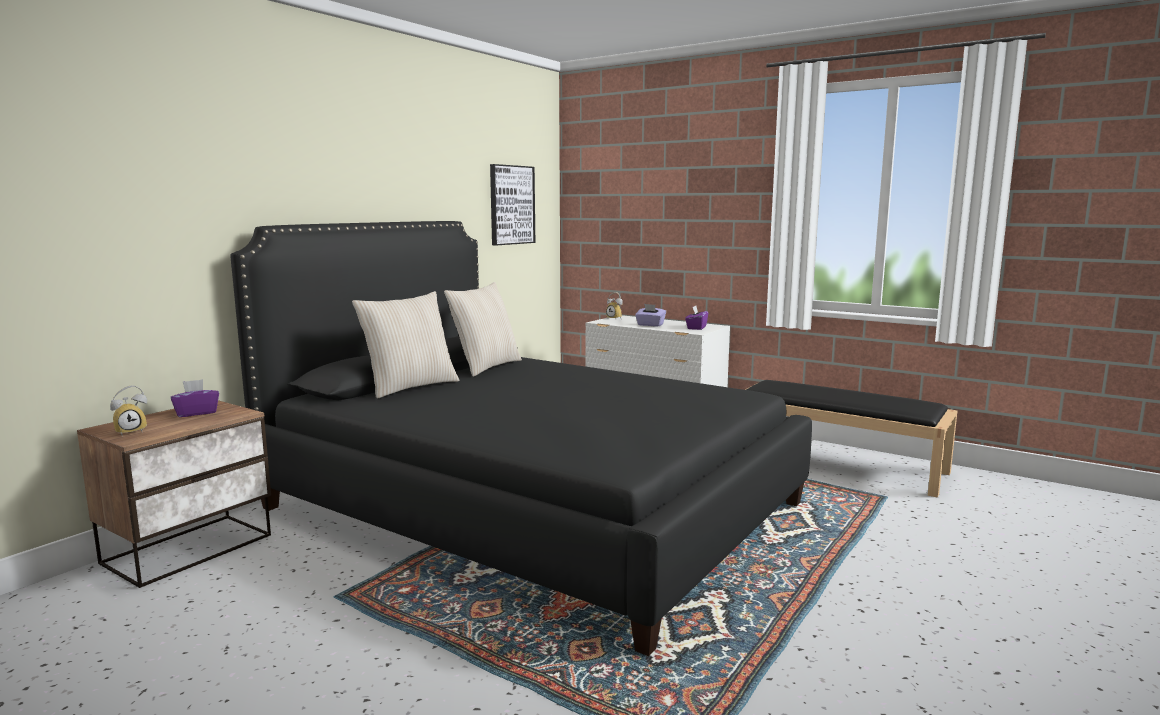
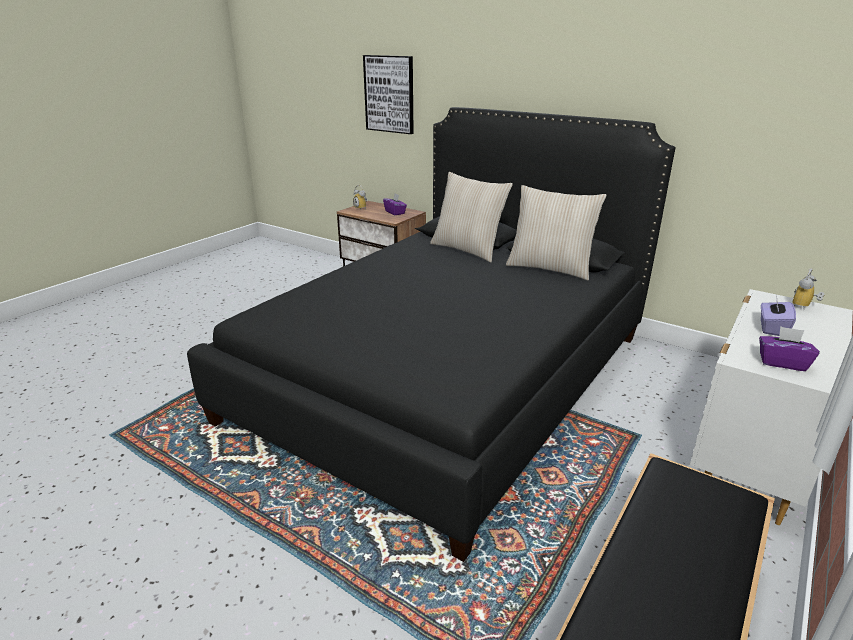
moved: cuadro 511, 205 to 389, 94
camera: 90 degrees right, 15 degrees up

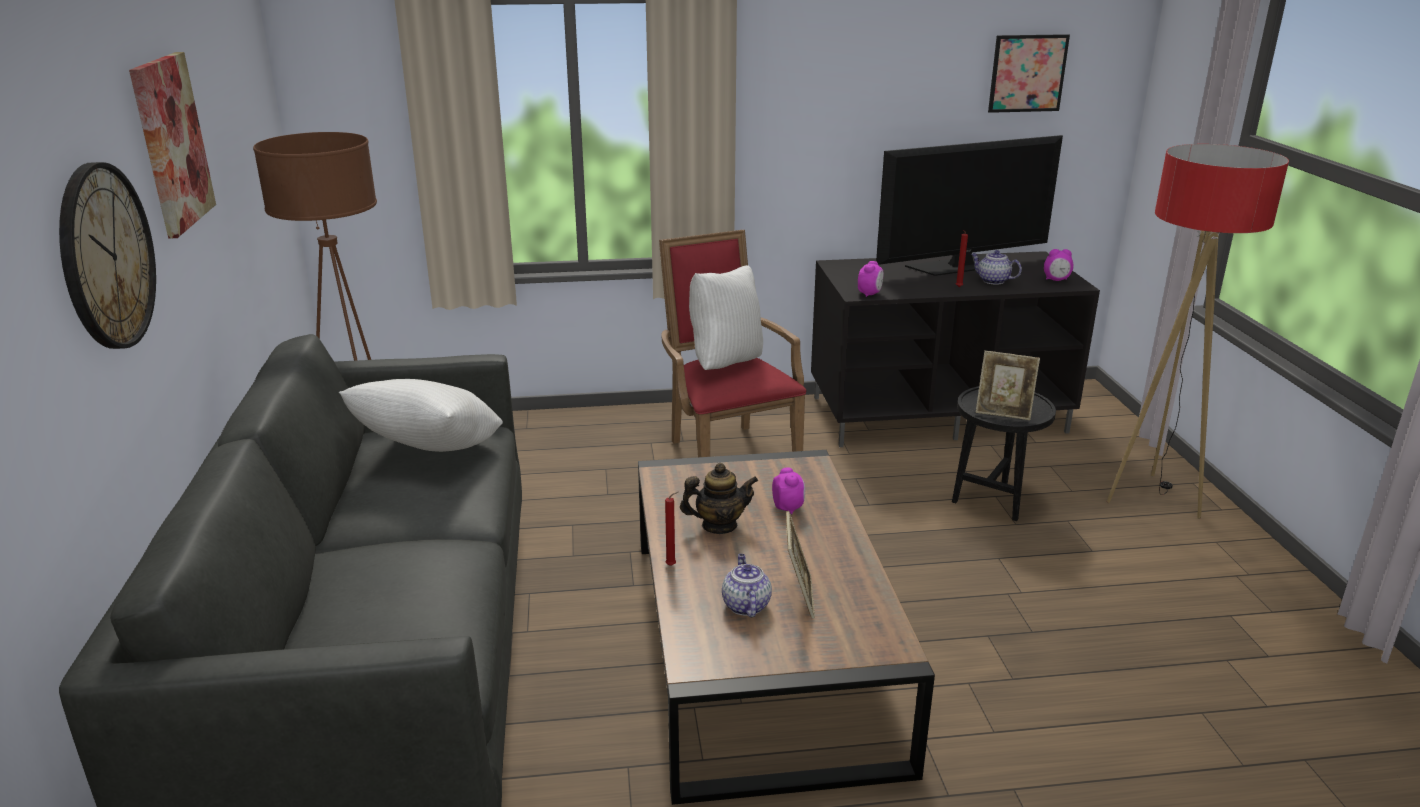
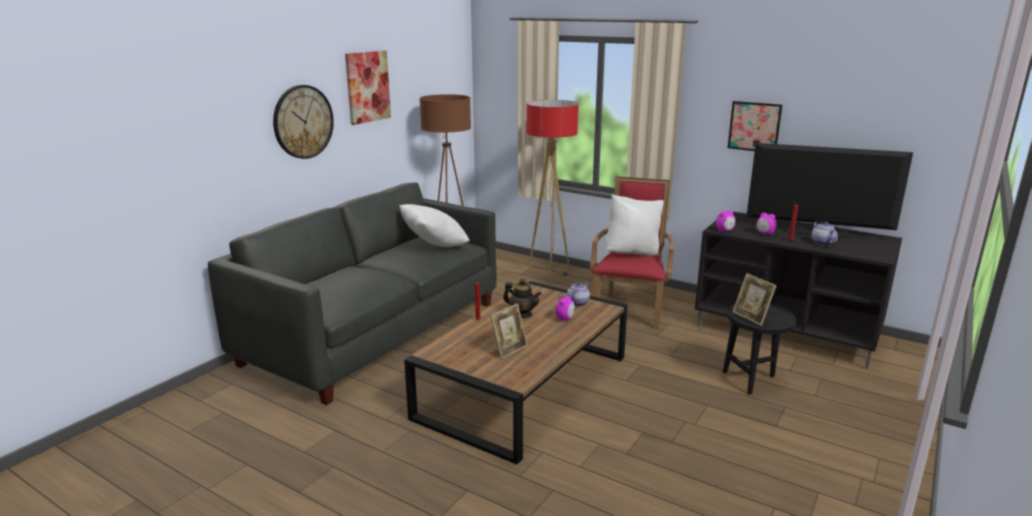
moved: tetera 745, 605 to 578, 303; cuadro 1027, 73 to 754, 126; despertador 1056, 280 to 765, 234; lámpara de pie 1153, 498 to 549, 275
camera: 40 degrees right, 5 degrees down

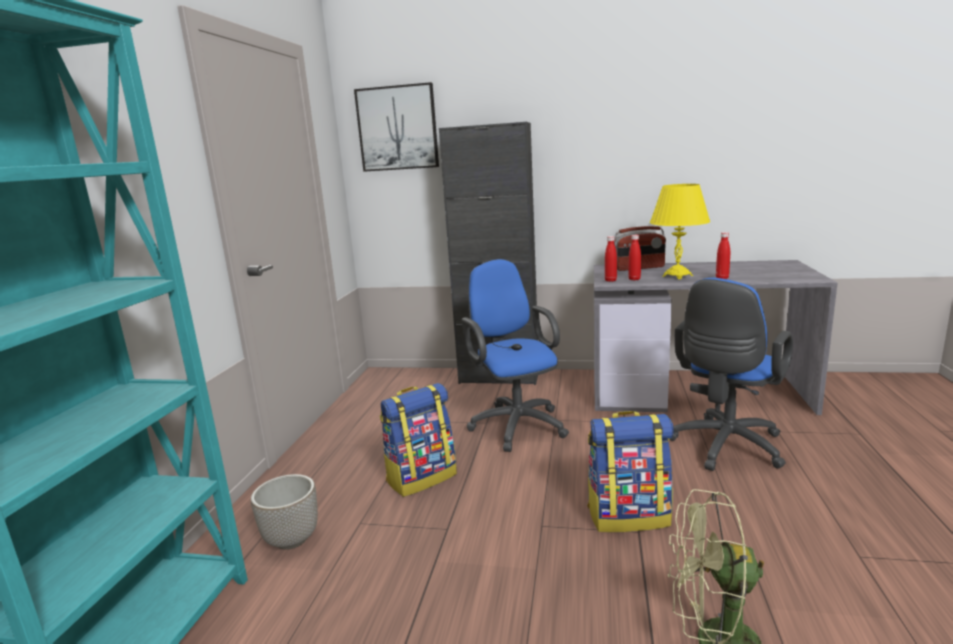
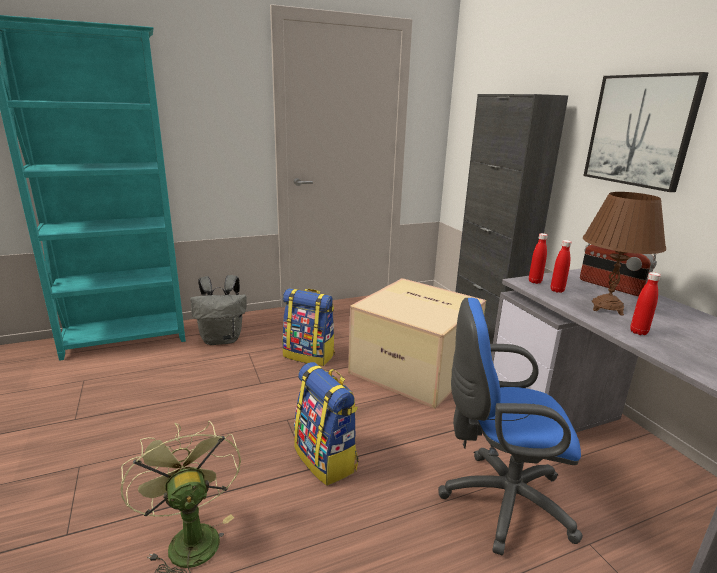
moved: cuadro 397, 128 to 640, 131
replaced: maceta 291, 539 to mochila (gris) 222, 339; silla de oficina (azul) 515, 424 to caja de cartón 416, 368
recoloured: lámpara de mesa (amarillo) 677, 276 to lámpara de mesa (marrón) 606, 308
camera: 55 degrees right, 5 degrees up

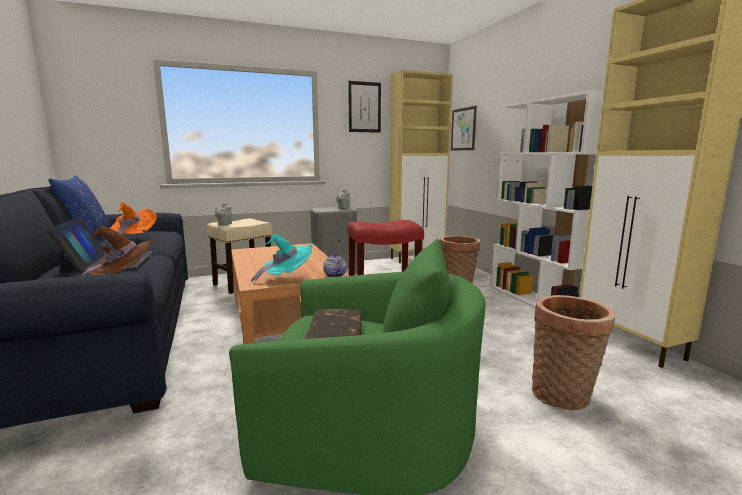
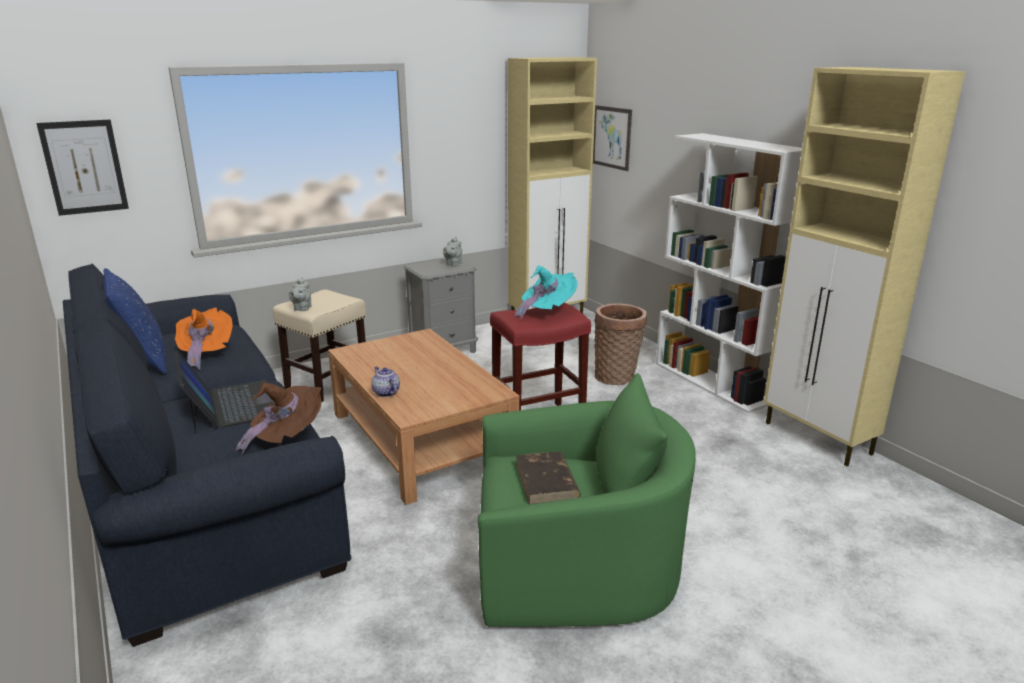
removed: cesta 563, 397
moved: sombrero (turquesa) 286, 278 to 546, 310; tetera 334, 275 to 385, 392; cuadro 364, 107 to 84, 167
camera: 10 degrees left, 10 degrees up

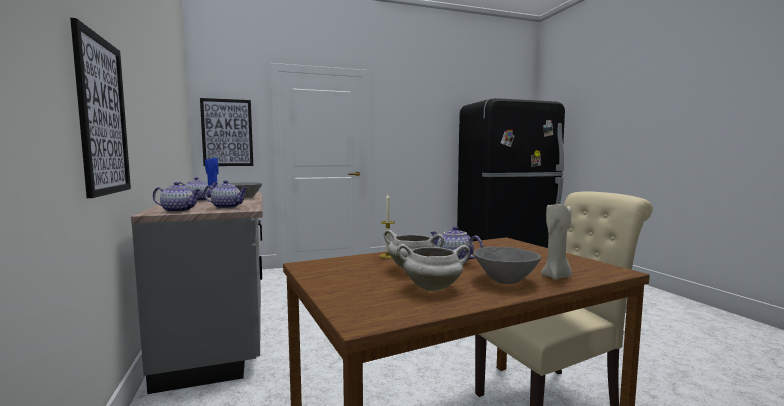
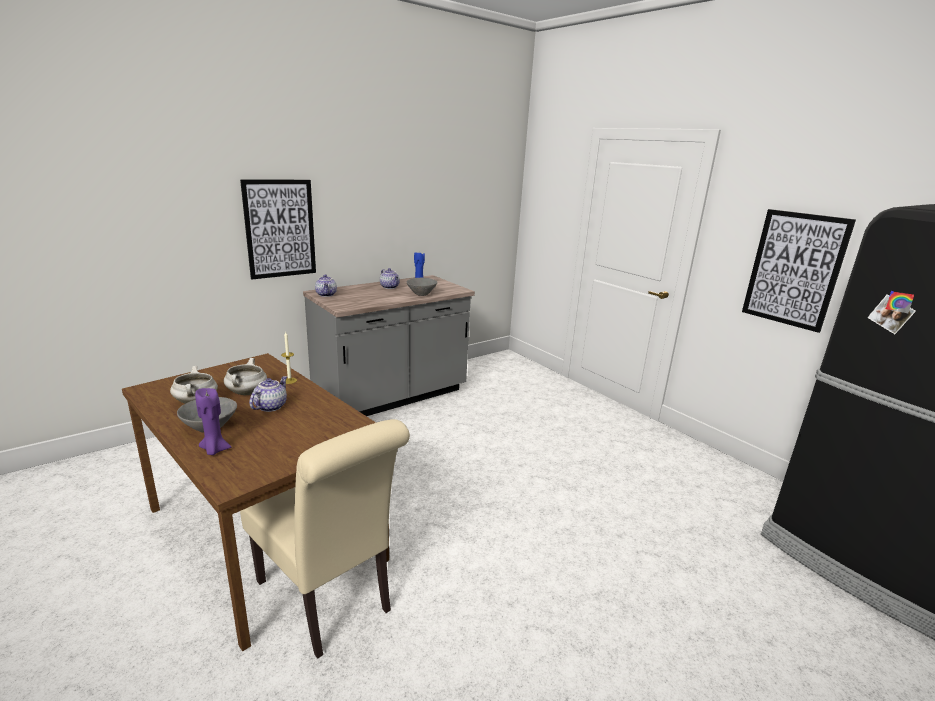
removed: tetera 227, 207
moved: cuadro 227, 133 to 794, 269
recoloured: vela (beis) 556, 277 to vela (morado) 214, 450
camera: 70 degrees right, 15 degrees up

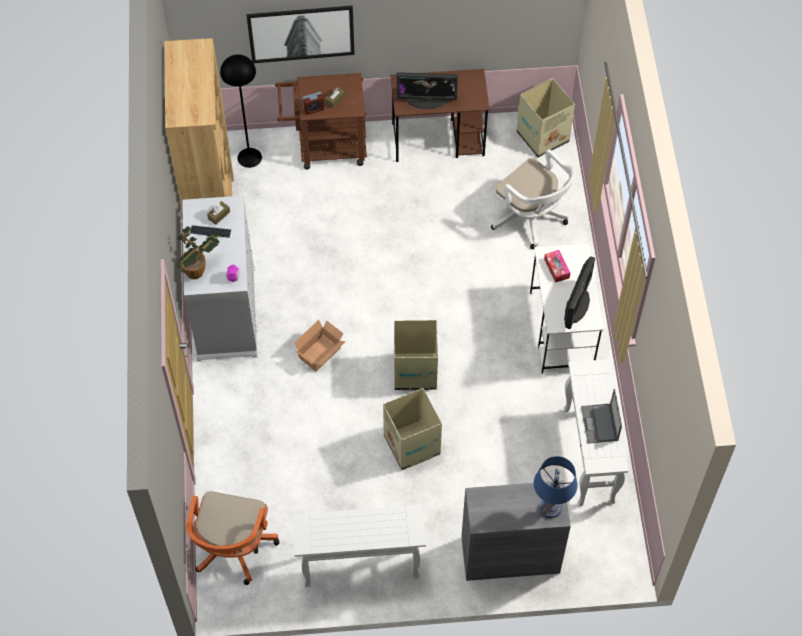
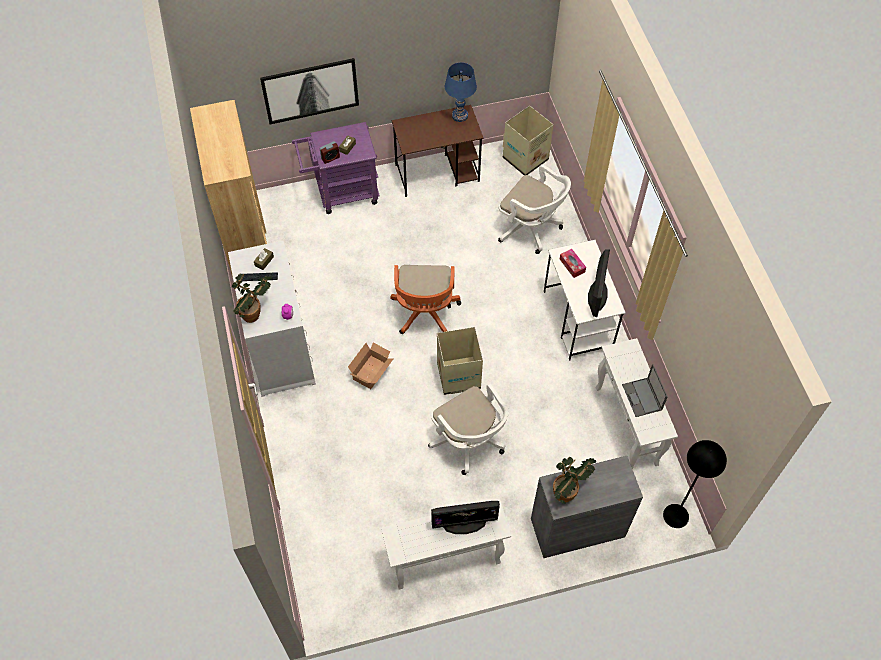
added: planta en maceta 568, 492
moved: silla de oficina (naranja) 232, 550 to 425, 314; lámpara de pie (negro) 249, 158 to 676, 516; monitor 426, 101 to 464, 523; lámpara de mesa (azul) 550, 508 to 459, 116
replaced: caja de cartón 412, 446 to silla de oficina (blanco) 469, 442
recoloured: carrito (marrón) 325, 148 to carrito (morado) 341, 193
camera: 10 degrees left, 0 degrees up

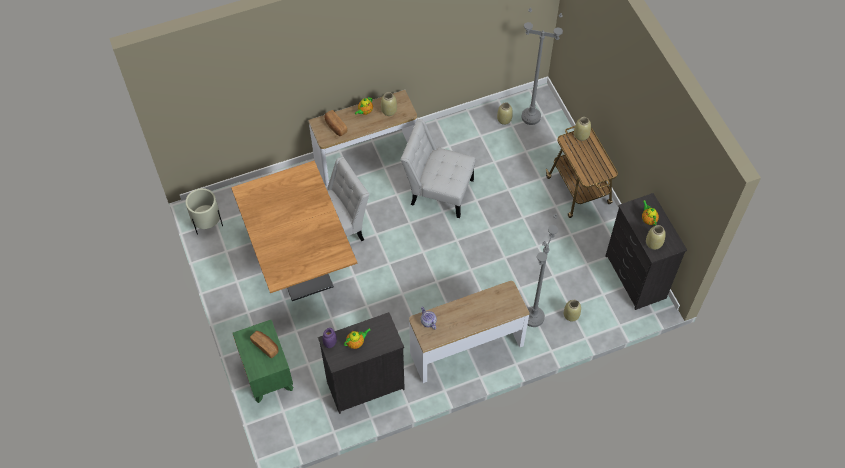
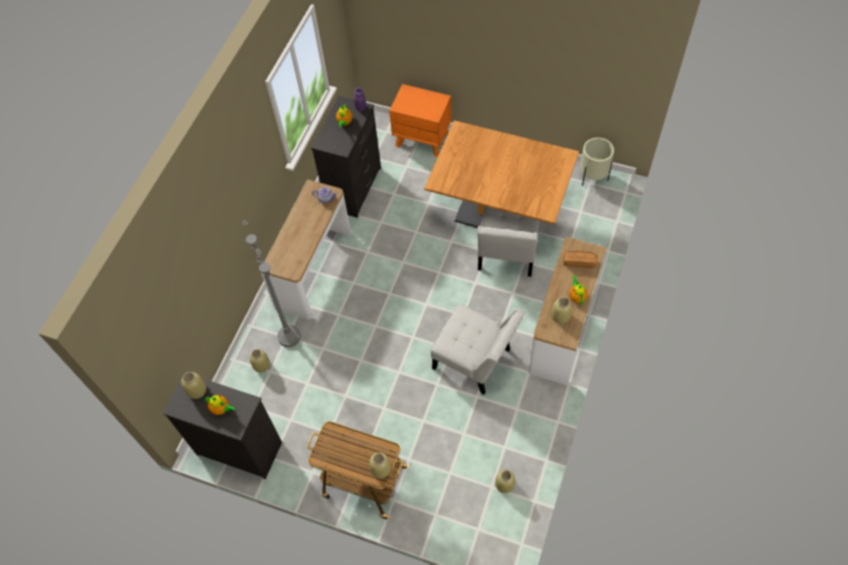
removed: pan 265, 346; lámpara de pie (gris) 531, 117
recoloured: mesita de noche (verde) 267, 374 to mesita de noche (naranja) 422, 139
turned: silla (blanco) 438, 190 = 475, 361 60 degrees clockwise
camera: 135 degrees right, 0 degrees up

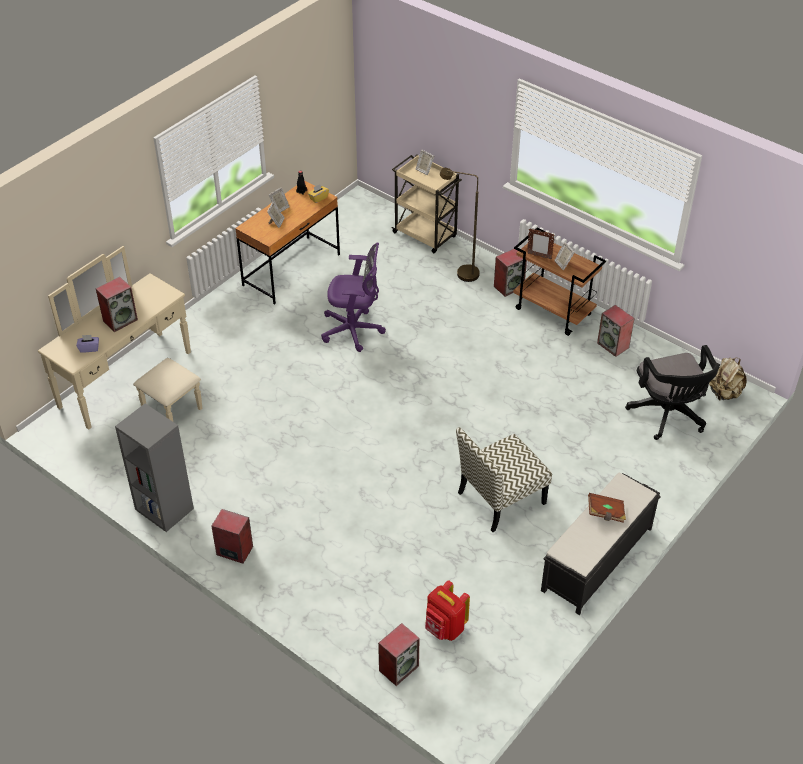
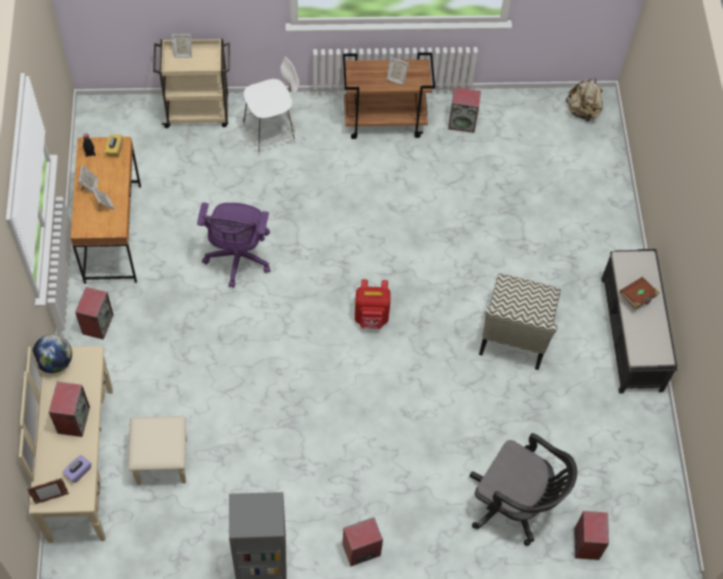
added: globo terráqueo 55, 362
moved: mochila (rojo) 445, 628 to 371, 318; altavoz 509, 286 to 97, 323; portarretratos 539, 256 to 51, 498; silla de oficina (negro) 669, 415 to 515, 504
replaced: lámpara de pie (marrón) 461, 274 to silla (blanco) 271, 133
turned: silla de oficina (morado) 354, 330 = 238, 259 135 degrees clockwise
camera: 45 degrees left, 15 degrees up

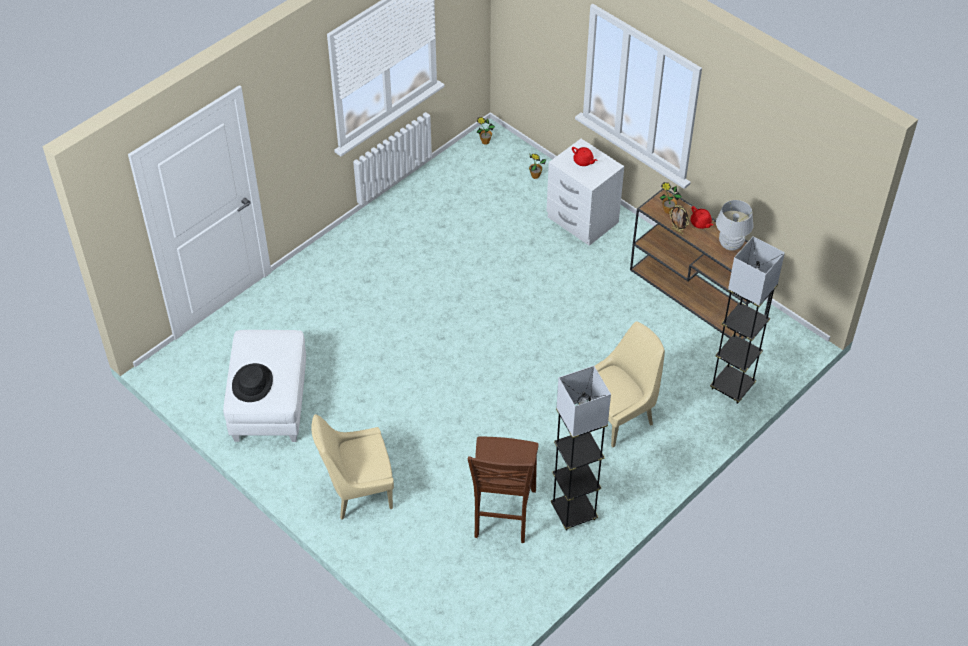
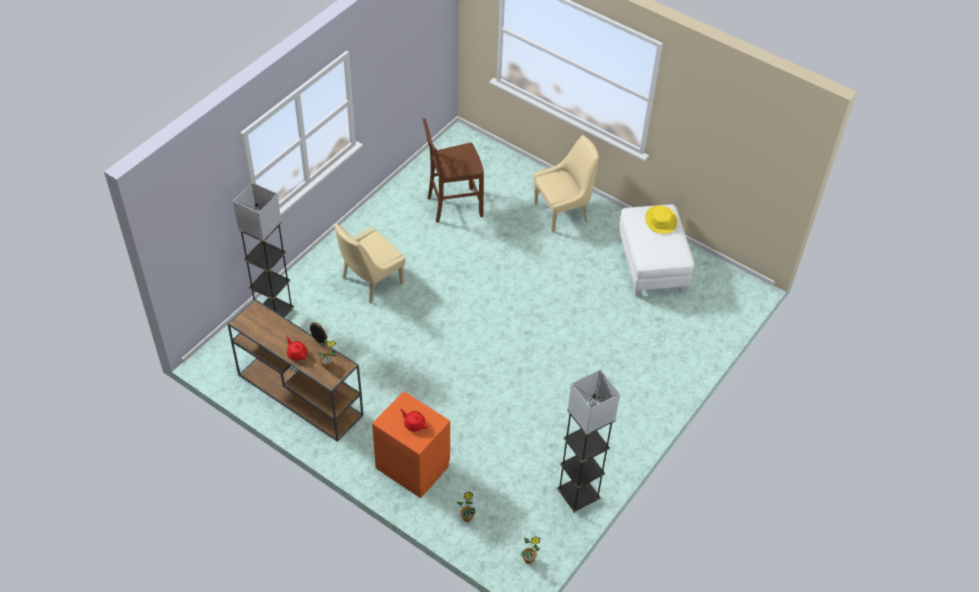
removed: lámpara de mesa (blanco) 730, 245
moved: lámpara de pie (gris) 574, 512 to 578, 496
recoloured: sombrero (negro) 252, 383 to sombrero (amarillo) 661, 220; mesita de noche (blanco) 582, 220 to mesita de noche (naranja) 413, 466
turned: silla (marrón) 502, 514 = 453, 206 105 degrees counterclockwise
camera: 170 degrees right, 0 degrees up

